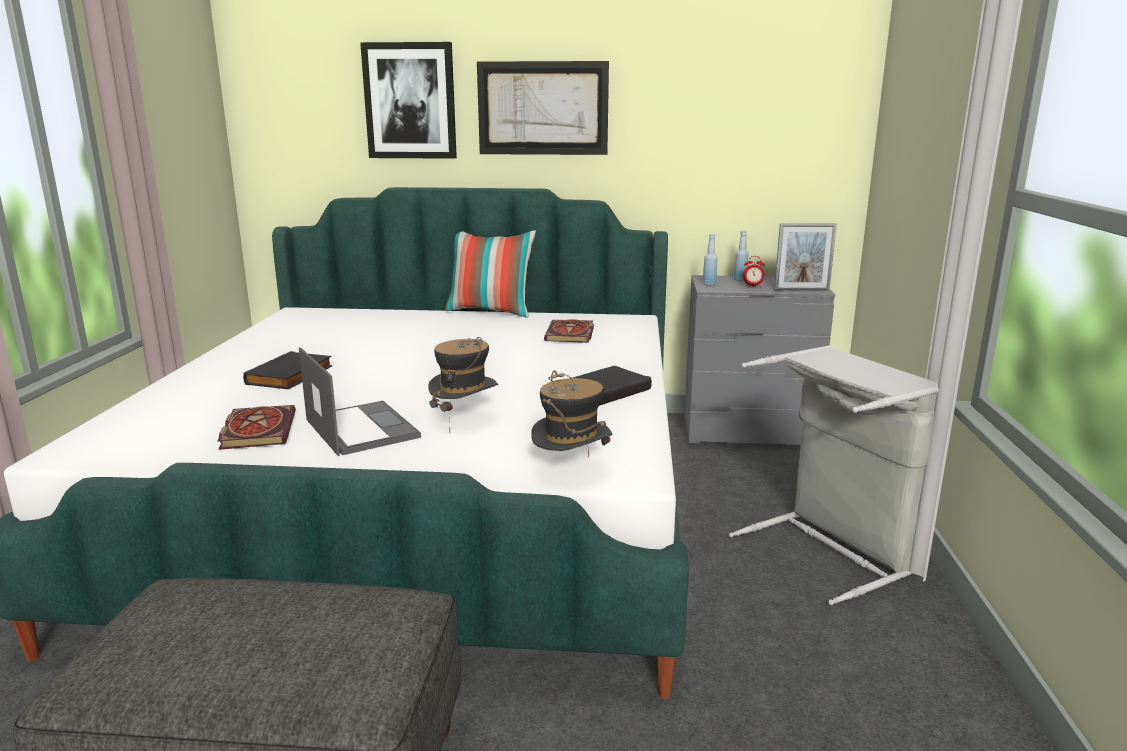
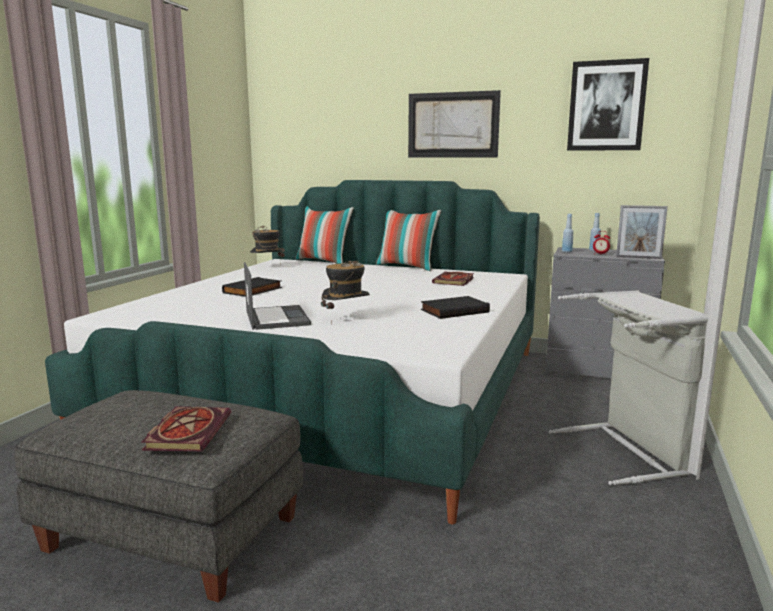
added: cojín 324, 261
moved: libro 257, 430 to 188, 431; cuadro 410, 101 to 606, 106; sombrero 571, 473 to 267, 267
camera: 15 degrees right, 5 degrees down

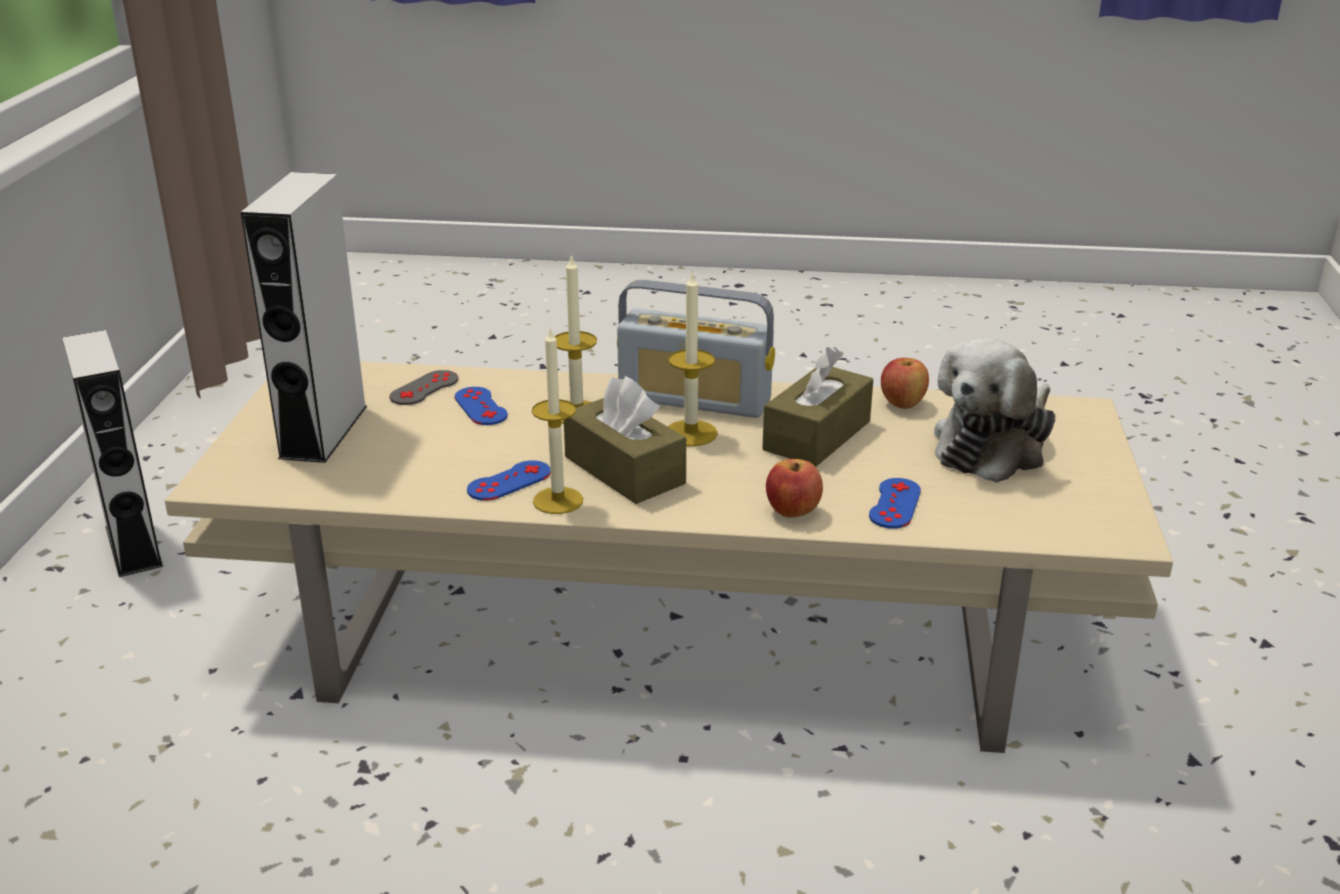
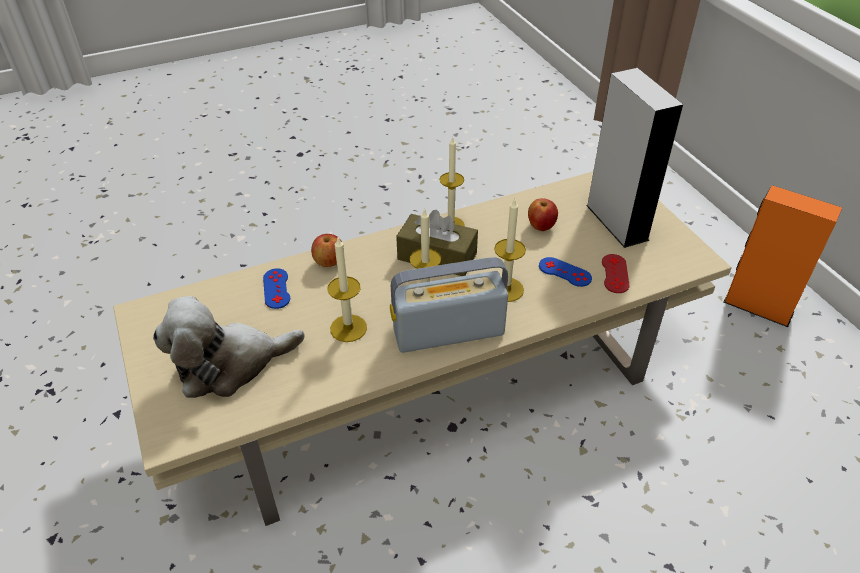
removed: mando de consola (azul) 509, 481
moved: manzana 902, 404 to 541, 226
replaced: caja de pañuelos (marrón) 817, 436 to vela 348, 328
recoloured: altavoz (gris) 133, 546 to altavoz (naranja) 758, 306; mando de consola (gris) 424, 388 to mando de consola (rojo) 615, 273
turned: peluche 993, 446 = 229, 365 120 degrees counterclockwise
camera: 150 degrees right, 15 degrees up

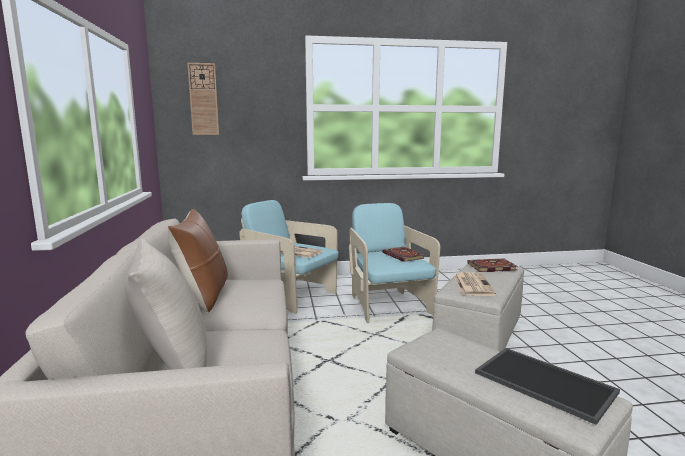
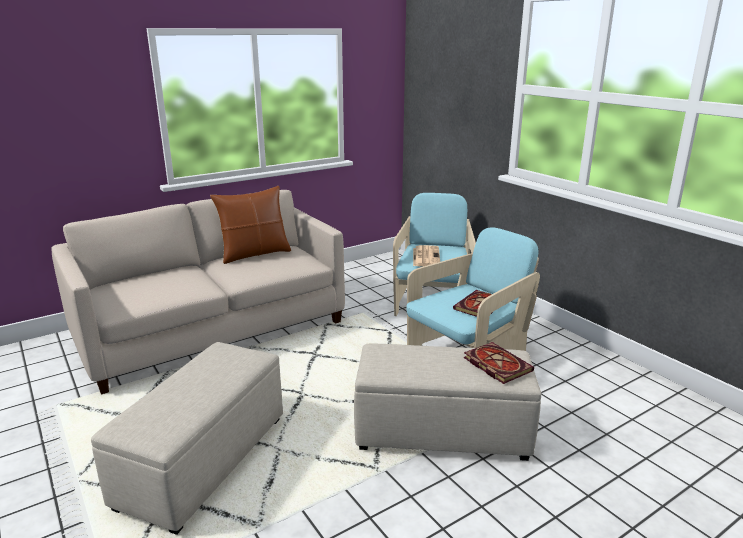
removed: cojín (beis) 173, 368; reloj de pared 203, 99; periódico 472, 284; bandeja 542, 383
camera: 65 degrees right, 10 degrees up

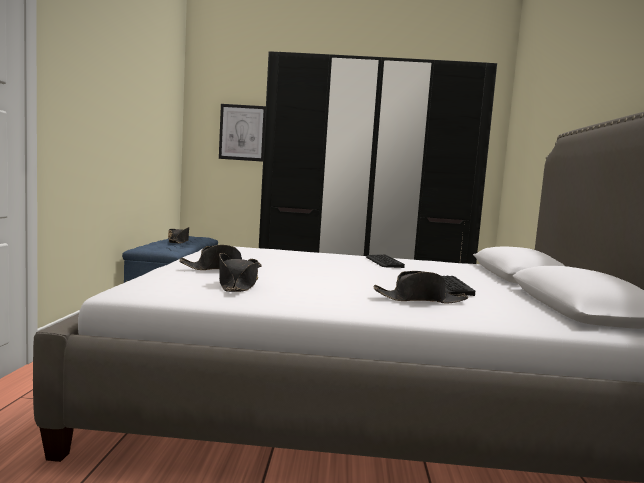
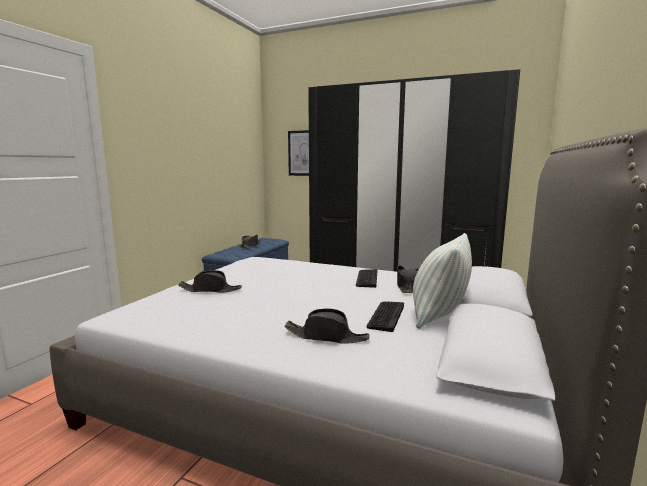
added: cojín 439, 315
moved: sombrero (negro) 237, 285 to 408, 286
camera: 20 degrees right, 5 degrees up

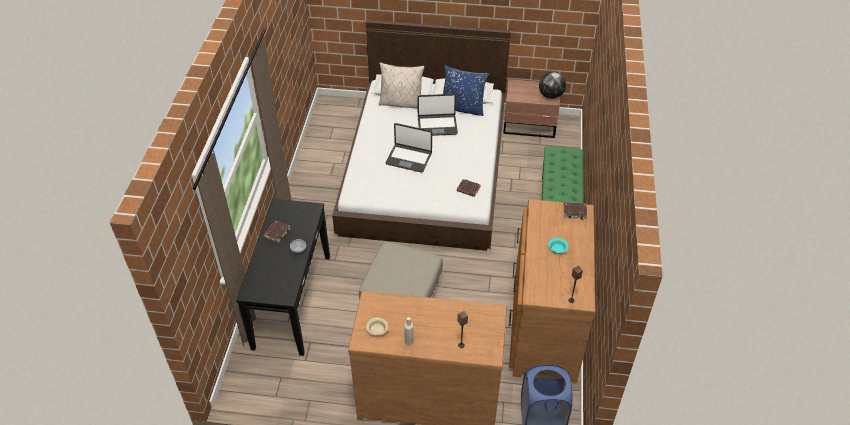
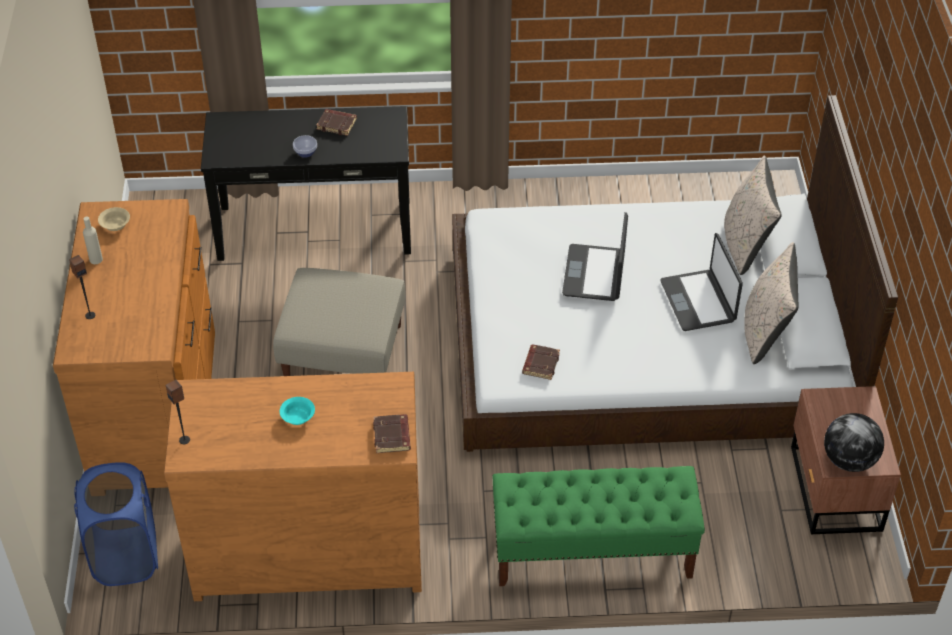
recoloured: cojín (azul) 462, 108 to cojín (beis) 765, 332
camera: 80 degrees right, 0 degrees up

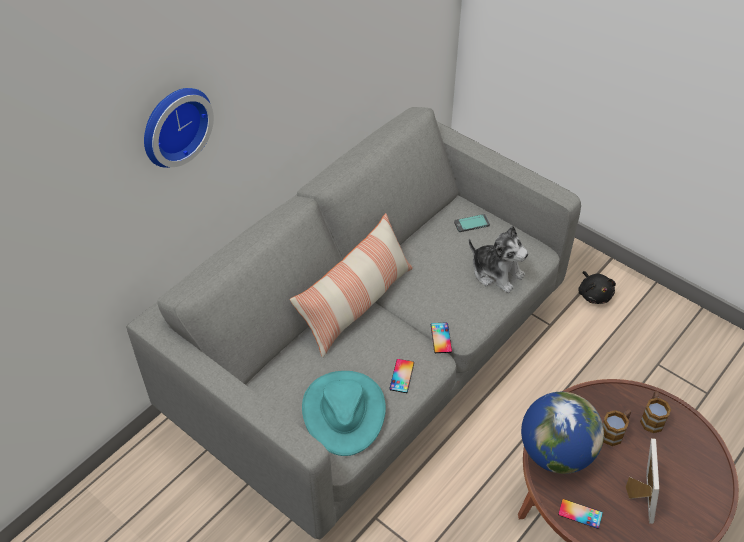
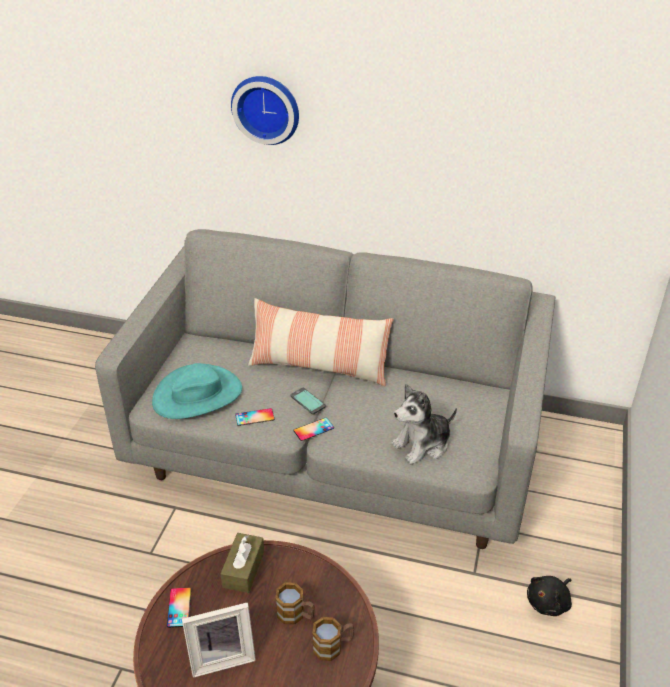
moved: móvil 471, 224 to 307, 401
replaced: globo terráqueo 556, 453 to caja de pañuelos (marrón) 243, 569
turned: peluche 496, 273 = 422, 444 45 degrees clockwise
camera: 65 degrees right, 10 degrees down

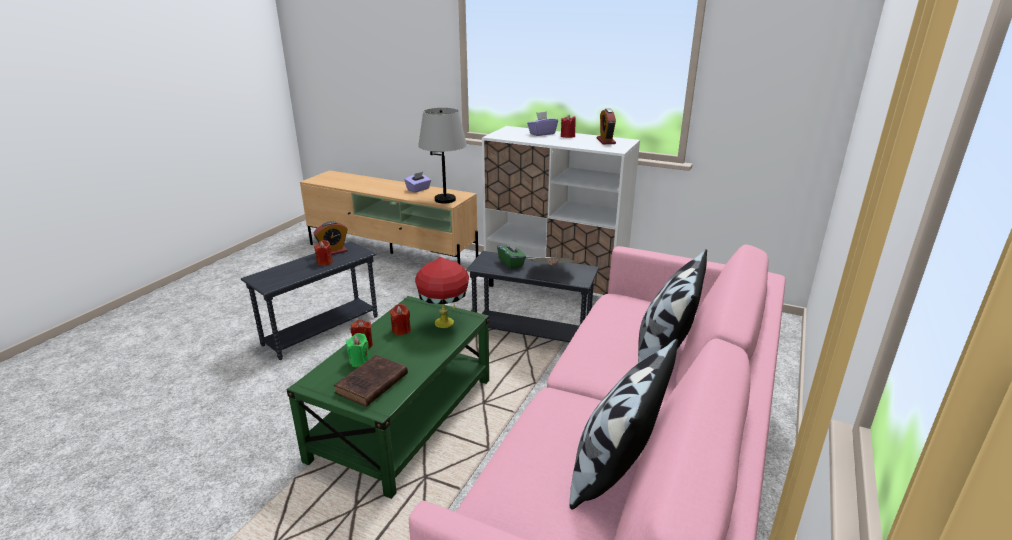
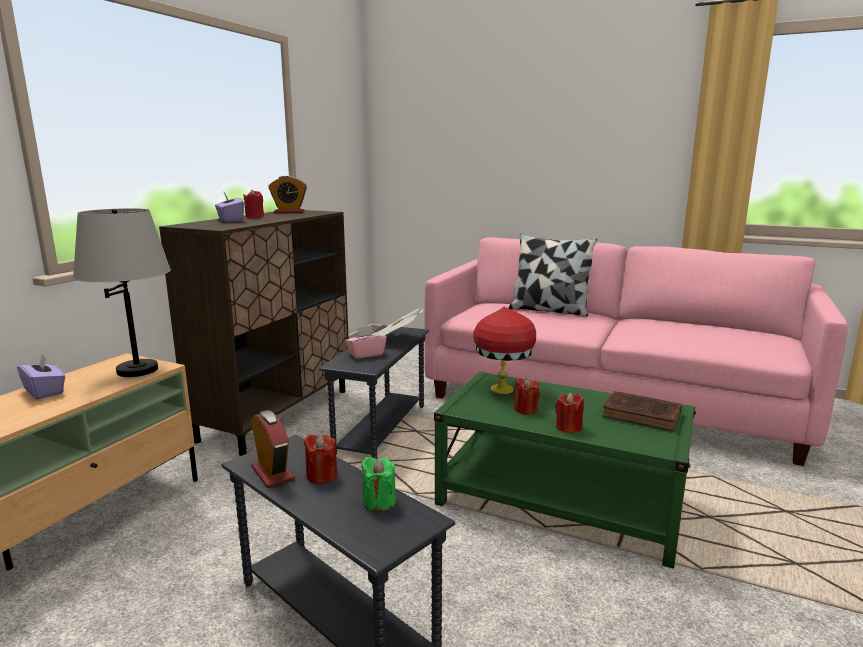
removed: cojín 615, 469
moved: vela (verde) 359, 361 to 379, 502
recoloured: armario (blanco) 554, 289 to armario (marrón) 277, 414; caja de pañuelos (verde) 511, 263 to caja de pañuelos (rosa) 366, 354
camera: 90 degrees left, 10 degrees down

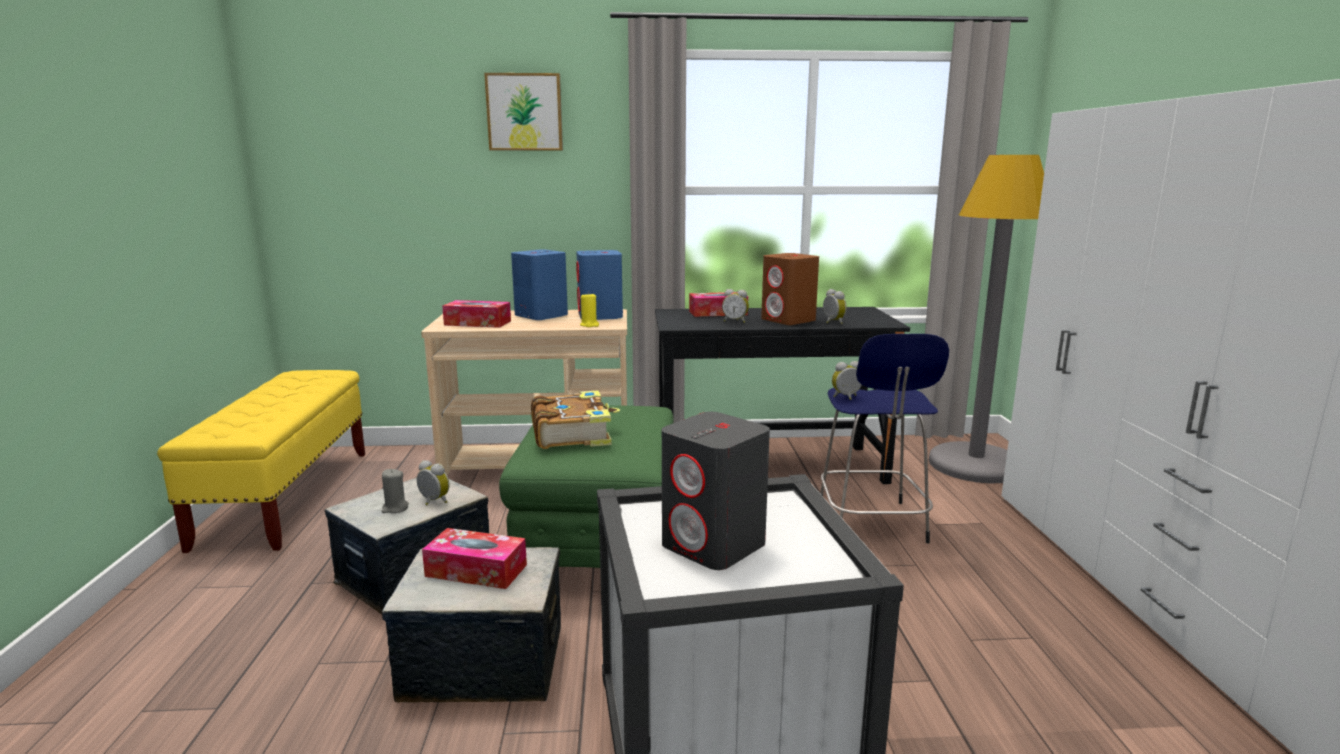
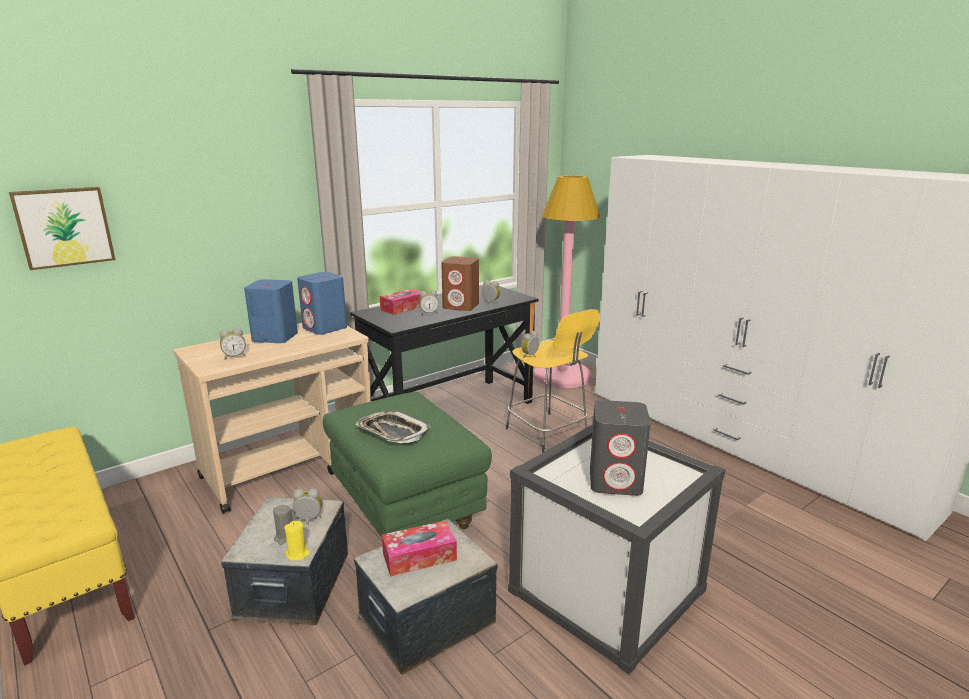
moved: cuadro 525, 112 to 64, 227; vela (amarillo) 589, 325 to 298, 554
replaced: caja de pañuelos 477, 323 to despertador 234, 357; libro 572, 433 to bandeja 393, 432
recoloured: taburete (azul) 871, 524 to taburete (amarillo) 548, 433; lámpara de pie (gris) 975, 465 to lámpara de pie (rosa) 562, 376
camera: 35 degrees left, 5 degrees up

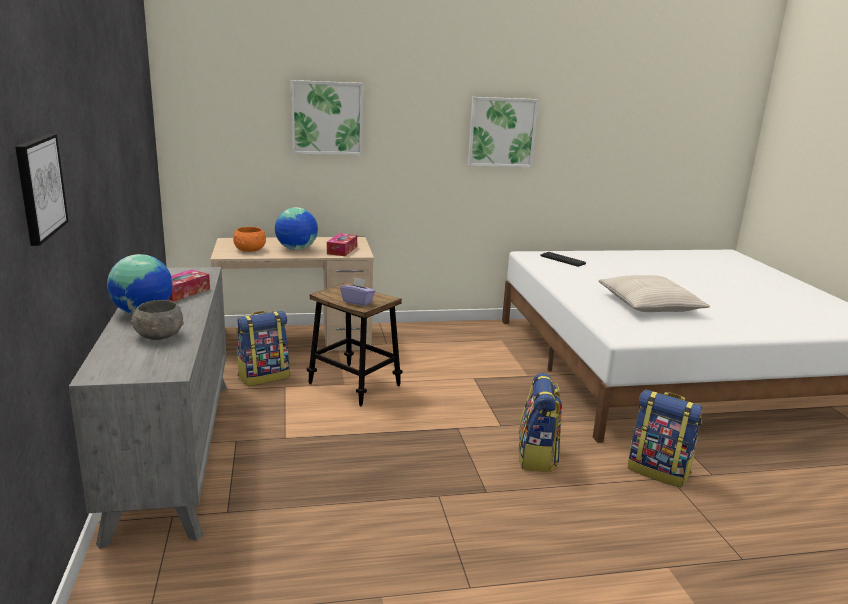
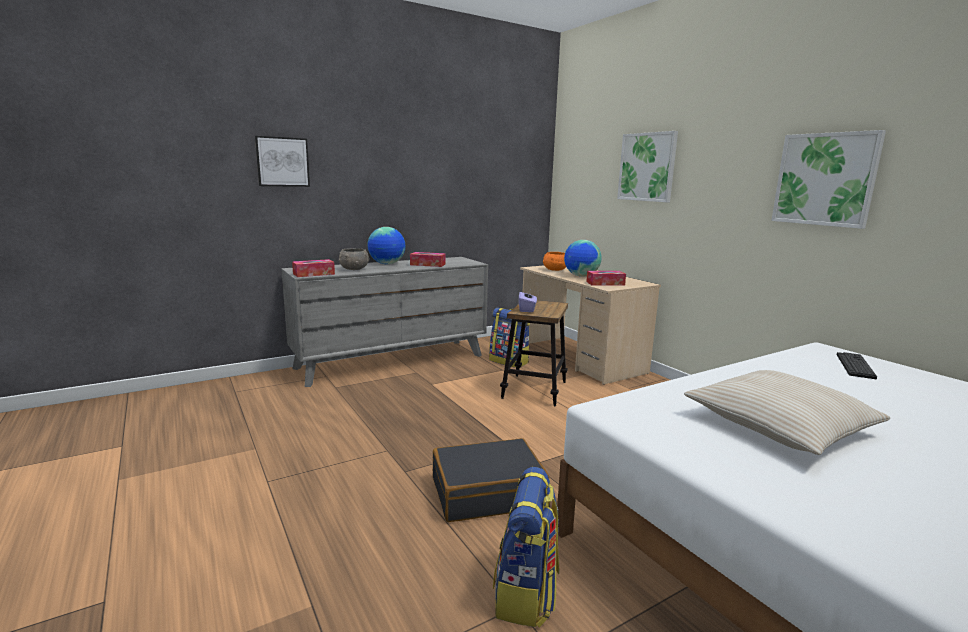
added: caja de pañuelos 314, 274
replaced: mochila 537, 457 to maleta (negro) 487, 492
camera: 70 degrees right, 5 degrees down

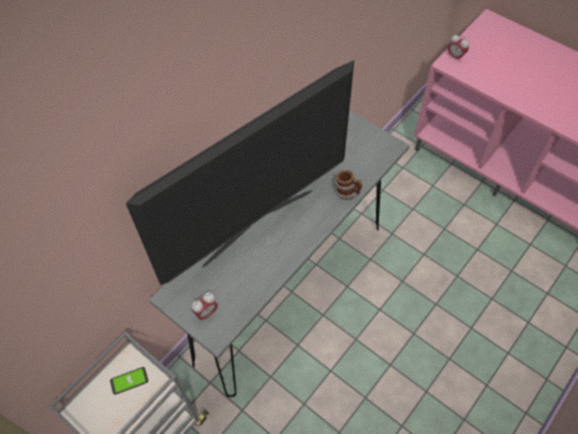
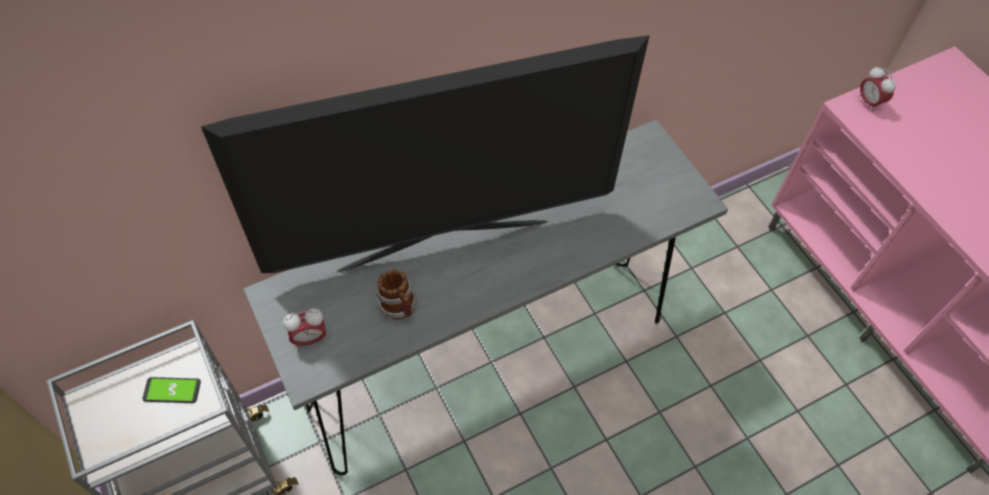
moved: taza grande 347, 192 to 399, 307
camera: 20 degrees right, 0 degrees up

